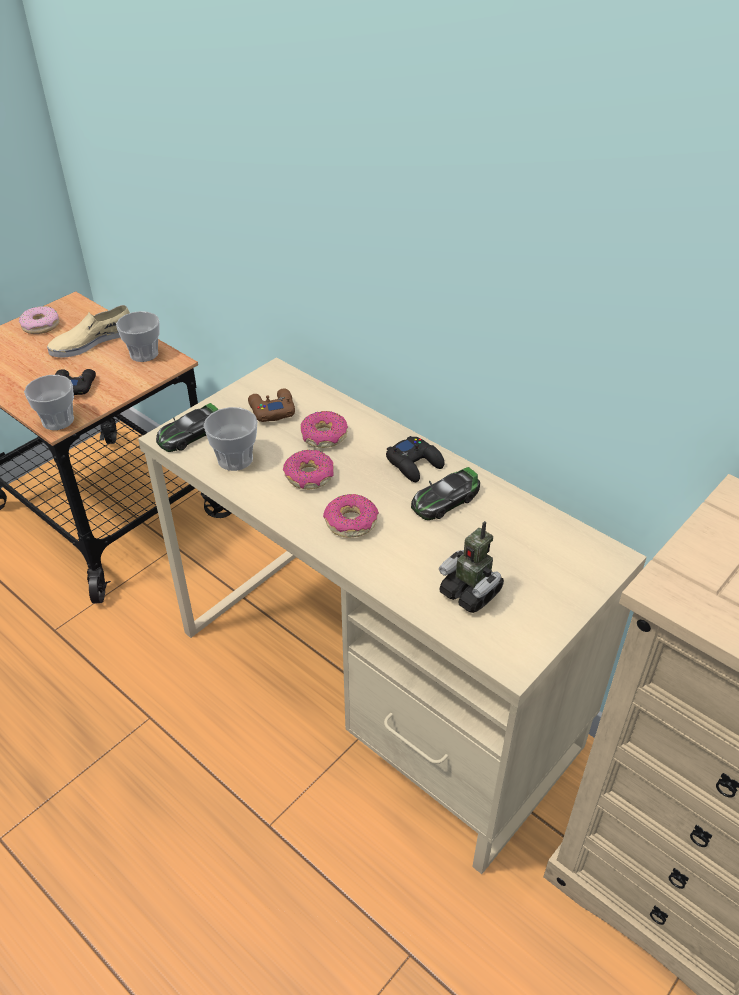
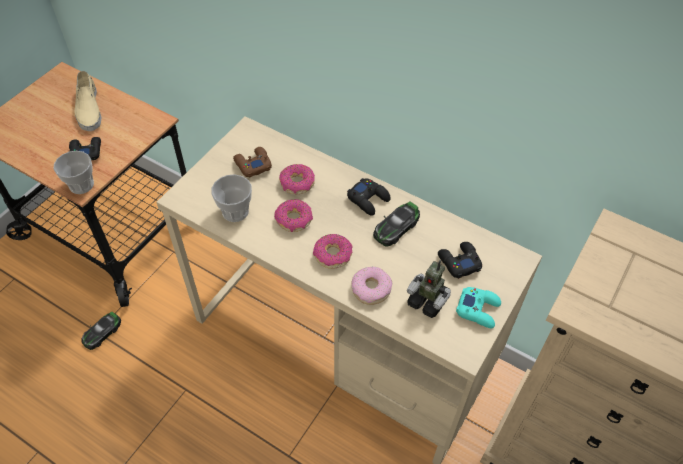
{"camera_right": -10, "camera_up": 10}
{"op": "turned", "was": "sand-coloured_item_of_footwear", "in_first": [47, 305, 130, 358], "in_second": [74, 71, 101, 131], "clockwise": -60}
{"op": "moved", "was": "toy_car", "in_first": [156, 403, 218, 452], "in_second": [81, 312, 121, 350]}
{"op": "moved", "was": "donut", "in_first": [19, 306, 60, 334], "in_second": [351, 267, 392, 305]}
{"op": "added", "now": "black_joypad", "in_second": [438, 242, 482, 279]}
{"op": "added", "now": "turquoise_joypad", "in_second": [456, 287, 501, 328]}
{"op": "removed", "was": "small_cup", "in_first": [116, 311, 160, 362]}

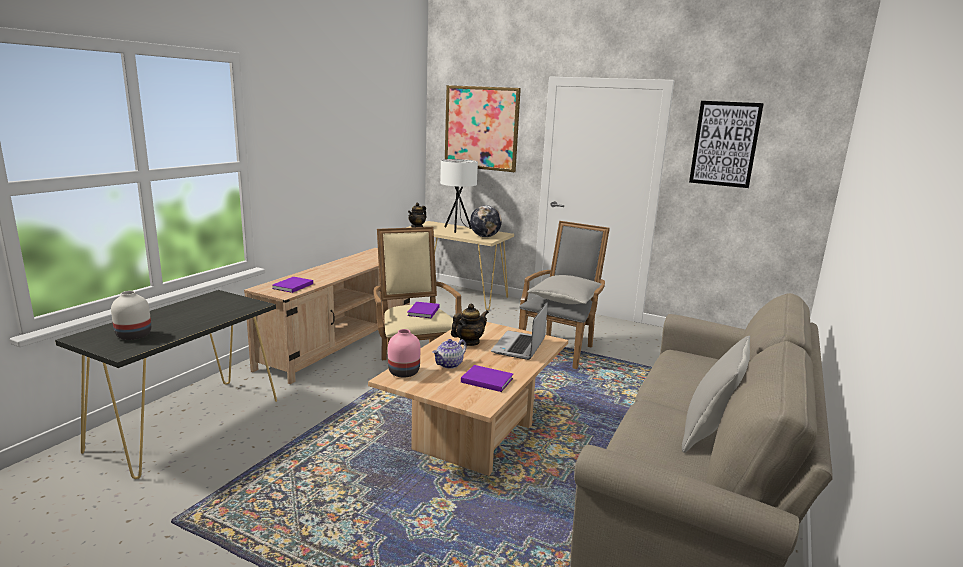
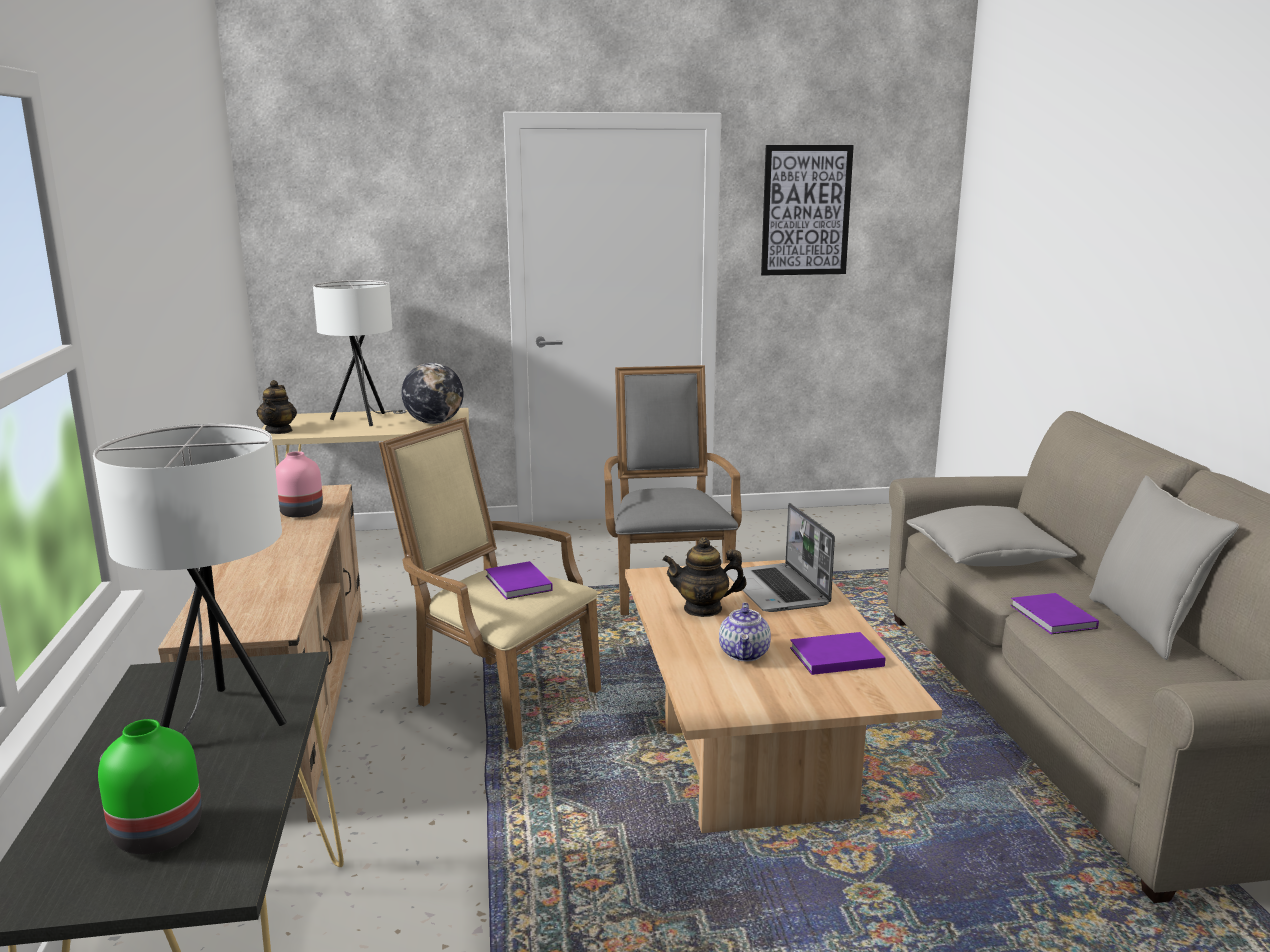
{"camera_right": -35, "camera_up": 0}
{"op": "added", "now": "whitish_lamp_for_a_table", "in_second": [93, 424, 287, 760]}
{"op": "recoloured", "was": "whitish_flower_vase", "now": "green-coloured_flower_vase", "in_first": [111, 291, 151, 340], "in_second": [98, 719, 202, 854]}
{"op": "moved", "was": "pink-coloured_flower_vase", "in_first": [388, 329, 420, 378], "in_second": [275, 451, 323, 518]}
{"op": "turned", "was": "teapot", "in_first": [451, 303, 489, 346], "in_second": [662, 537, 747, 617], "clockwise": -105}
{"op": "moved", "was": "greyish_throw_pillow", "in_first": [527, 275, 601, 304], "in_second": [907, 506, 1077, 566]}
{"op": "moved", "was": "purplish_bound_book", "in_first": [272, 277, 313, 293], "in_second": [1010, 593, 1099, 634]}
{"op": "removed", "was": "wall_art", "in_first": [445, 85, 521, 172]}

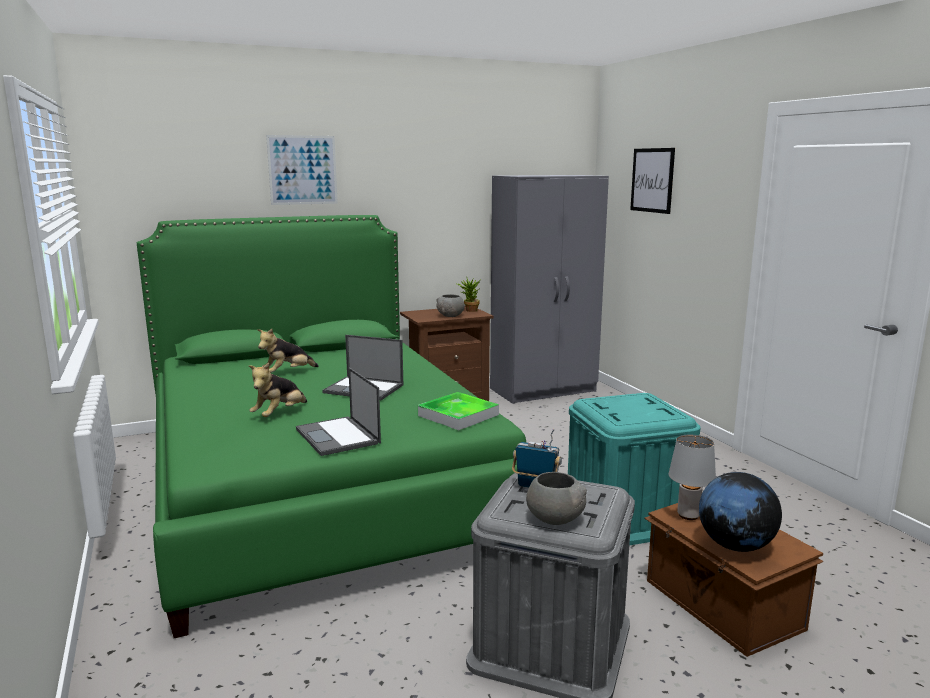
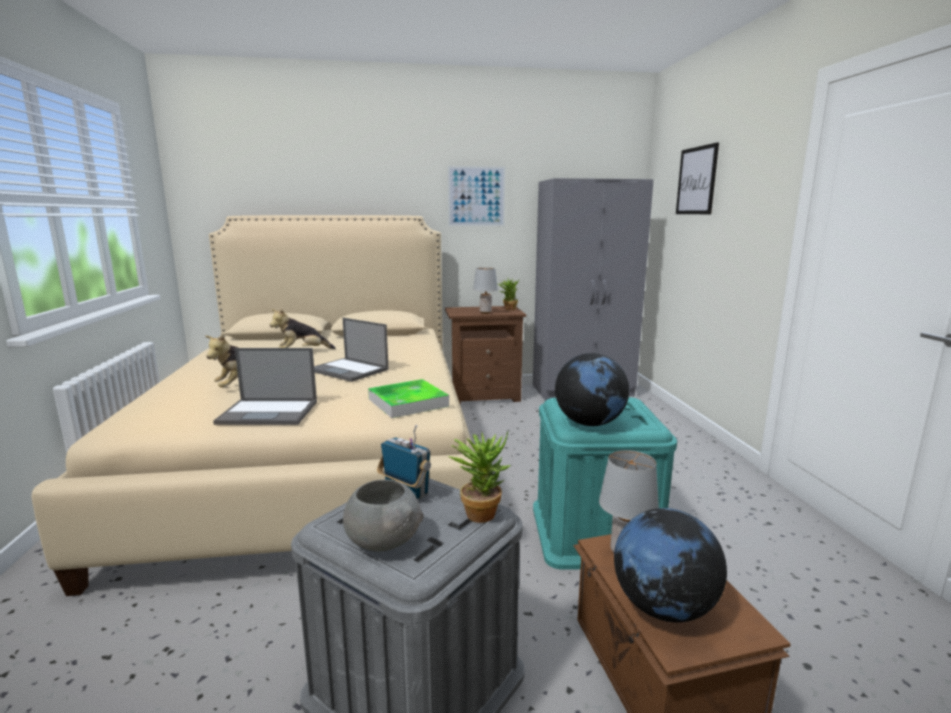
{"camera_right": 15, "camera_up": 0}
{"op": "recoloured", "was": "green-coloured_sleeping_bed", "now": "sand-coloured_sleeping_bed", "in_first": [137, 215, 526, 638], "in_second": [32, 215, 479, 596]}
{"op": "turned", "was": "portable_computer", "in_first": [296, 367, 381, 456], "in_second": [213, 348, 317, 425], "clockwise": -75}
{"op": "moved", "was": "wall_art", "in_first": [266, 135, 338, 205], "in_second": [448, 166, 505, 226]}
{"op": "added", "now": "houseplant", "in_second": [448, 432, 511, 523]}
{"op": "replaced", "was": "greyish_deep_dish", "now": "greyish_lamp_for_a_table", "in_first": [436, 294, 465, 317], "in_second": [473, 268, 498, 314]}
{"op": "added", "now": "globe", "in_second": [555, 353, 629, 426]}

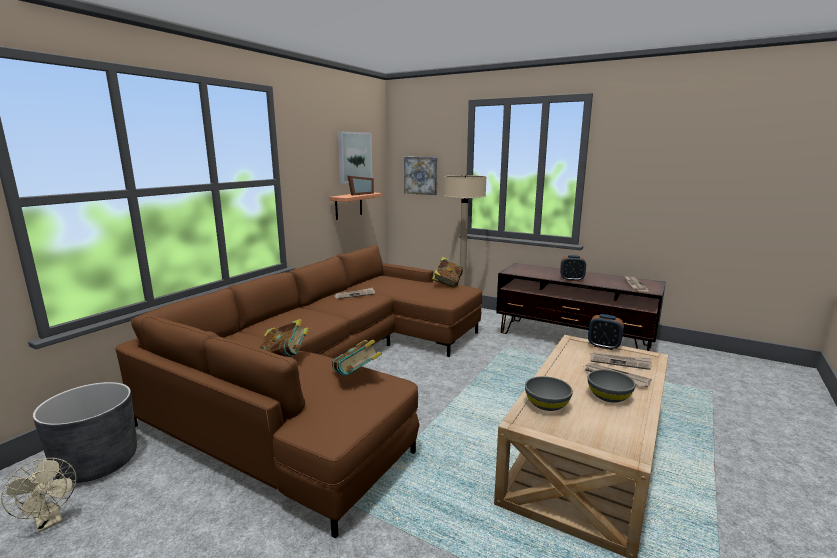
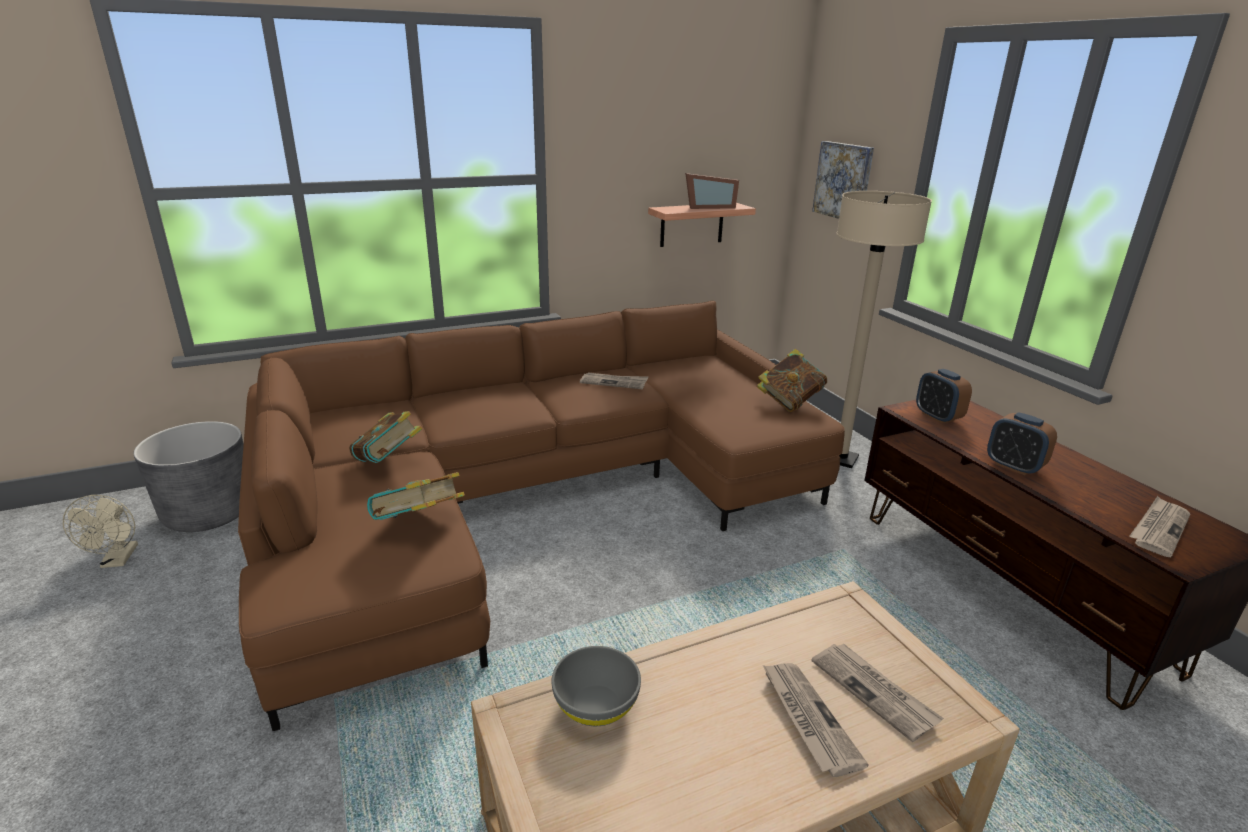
{"camera_right": 35, "camera_up": 10}
{"op": "moved", "was": "table_clock", "in_first": [588, 314, 624, 350], "in_second": [916, 369, 972, 424]}
{"op": "removed", "was": "wall_art", "in_first": [338, 131, 373, 184]}
{"op": "removed", "was": "greyish_deep_dish", "in_first": [588, 370, 636, 403]}

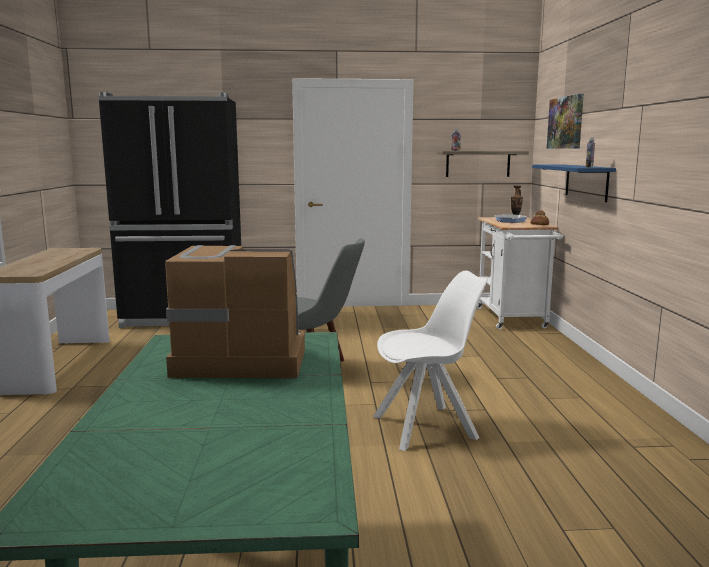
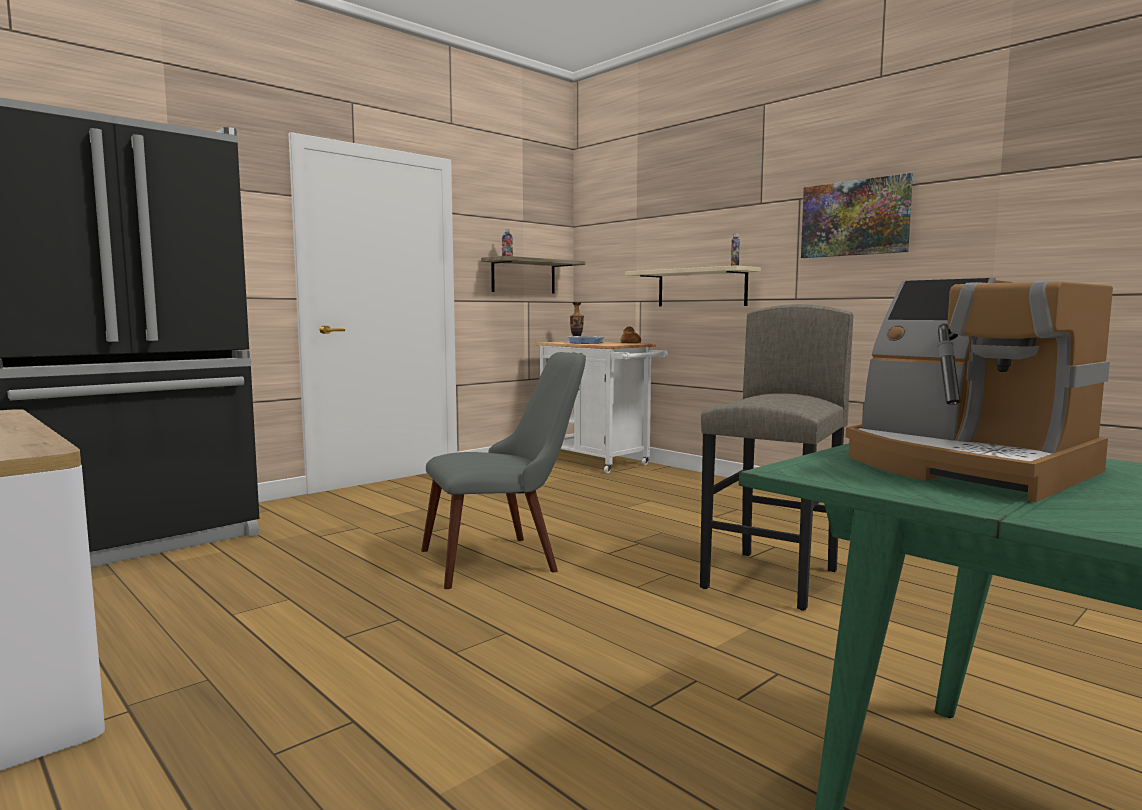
{"camera_right": -40, "camera_up": -5}
{"op": "recoloured", "was": "blue_shelf", "now": "sand-coloured_shelf", "in_first": [532, 165, 616, 202], "in_second": [625, 265, 761, 307]}
{"op": "replaced", "was": "whitish_chair", "now": "greyish_sitting_stool", "in_first": [373, 271, 488, 451], "in_second": [700, 304, 853, 611]}
{"op": "moved", "was": "wall_art", "in_first": [547, 94, 584, 149], "in_second": [801, 173, 913, 258]}
{"op": "turned", "was": "coffee_maker", "in_first": [165, 245, 305, 378], "in_second": [846, 278, 1113, 502], "clockwise": -90}

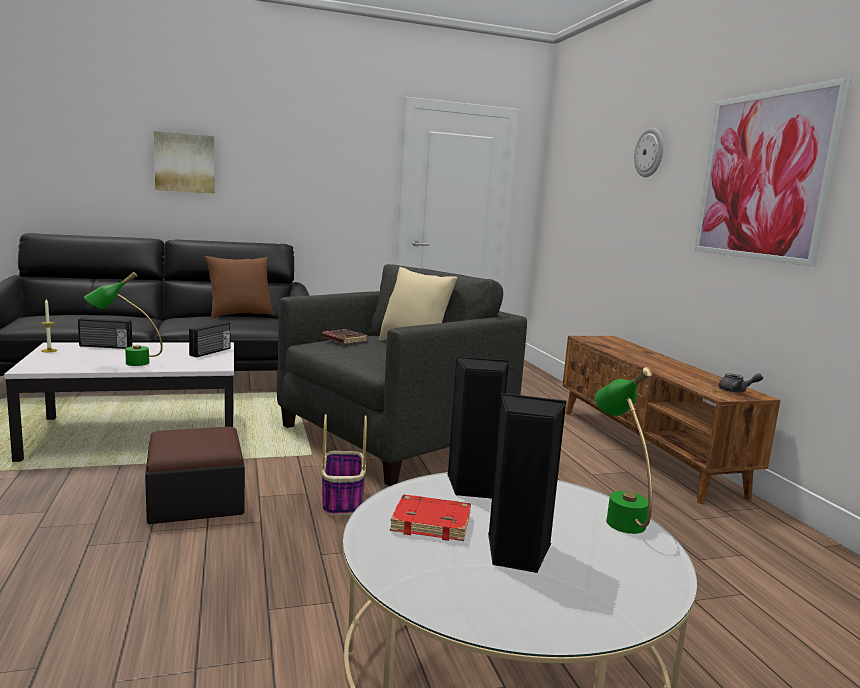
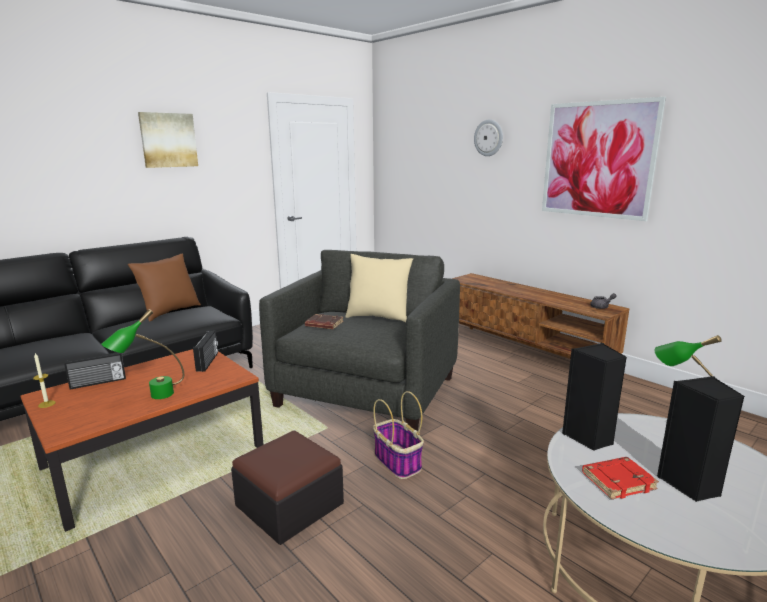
{"camera_right": -25, "camera_up": 5}
{"op": "recoloured", "was": "whitish_low_table", "now": "brownish_low_table", "in_first": [4, 342, 234, 462], "in_second": [21, 349, 264, 532]}
{"op": "moved", "was": "wall_art", "in_first": [154, 131, 215, 194], "in_second": [138, 112, 198, 168]}

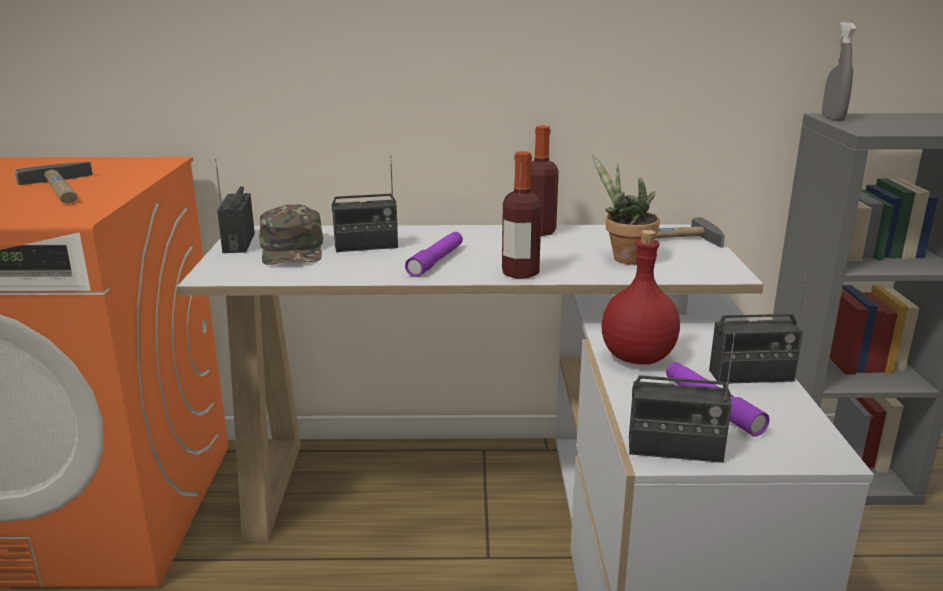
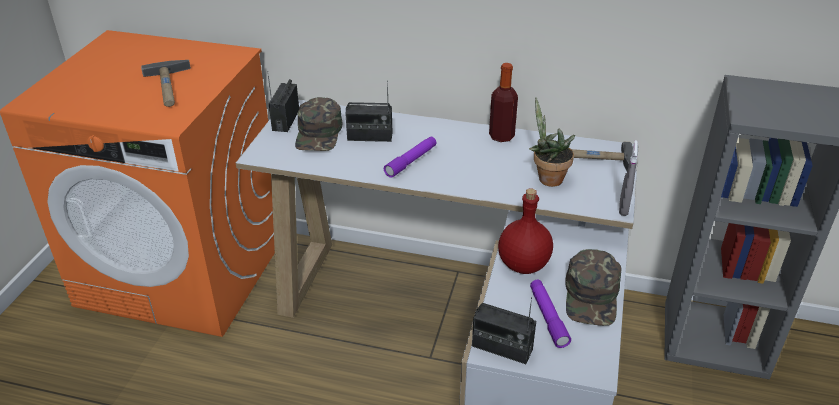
{"camera_right": 15, "camera_up": 15}
{"op": "replaced", "was": "radio_receiver", "now": "green-coloured_baseball_cap", "in_first": [709, 270, 807, 384], "in_second": [565, 249, 621, 326]}
{"op": "moved", "was": "greyish_sprayer", "in_first": [822, 22, 857, 121], "in_second": [619, 140, 638, 216]}
{"op": "removed", "was": "drink_bottle", "in_first": [502, 151, 542, 278]}

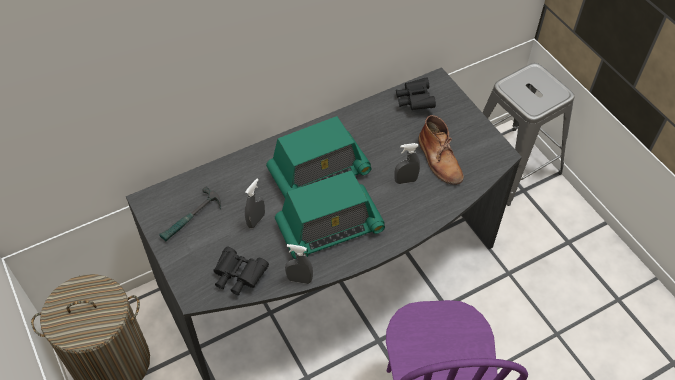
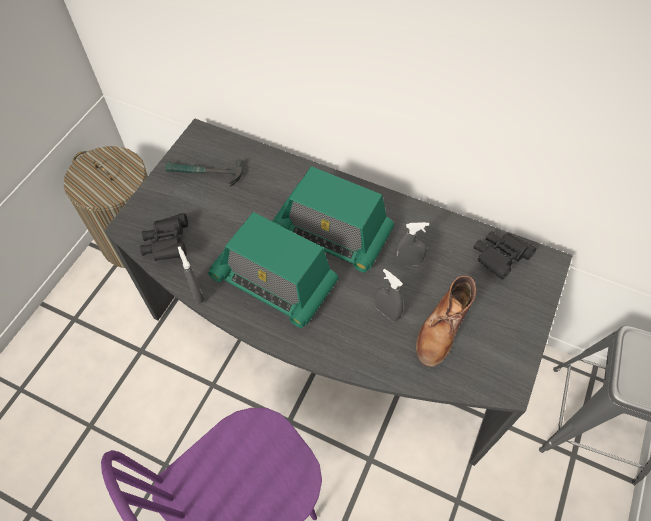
{"camera_right": 55, "camera_up": 5}
{"op": "moved", "was": "greyish_sprayer", "in_first": [245, 178, 265, 228], "in_second": [394, 222, 429, 266]}

